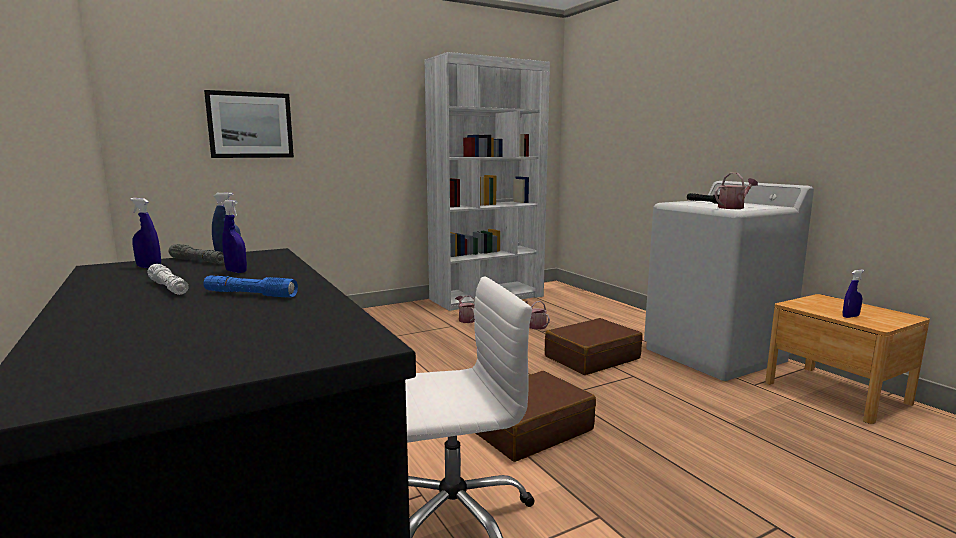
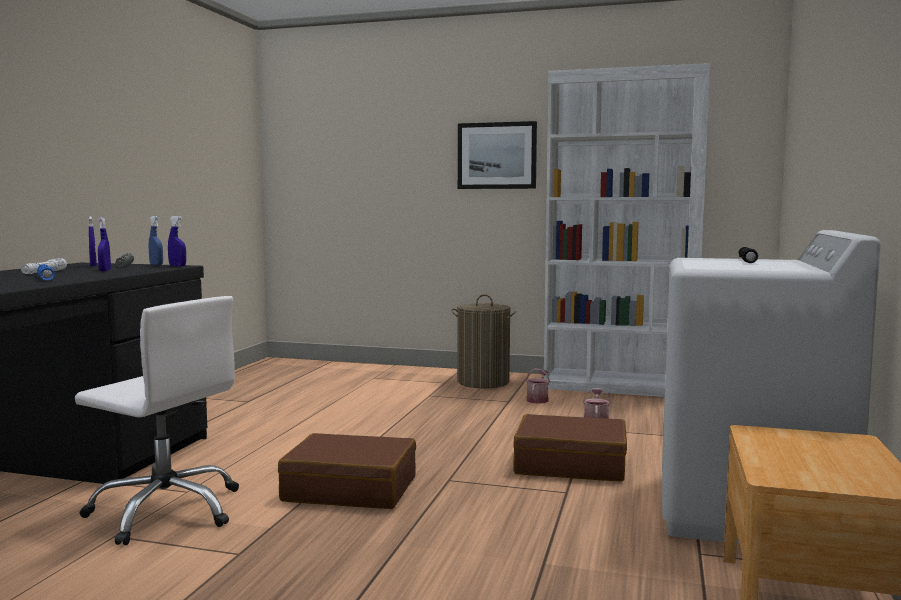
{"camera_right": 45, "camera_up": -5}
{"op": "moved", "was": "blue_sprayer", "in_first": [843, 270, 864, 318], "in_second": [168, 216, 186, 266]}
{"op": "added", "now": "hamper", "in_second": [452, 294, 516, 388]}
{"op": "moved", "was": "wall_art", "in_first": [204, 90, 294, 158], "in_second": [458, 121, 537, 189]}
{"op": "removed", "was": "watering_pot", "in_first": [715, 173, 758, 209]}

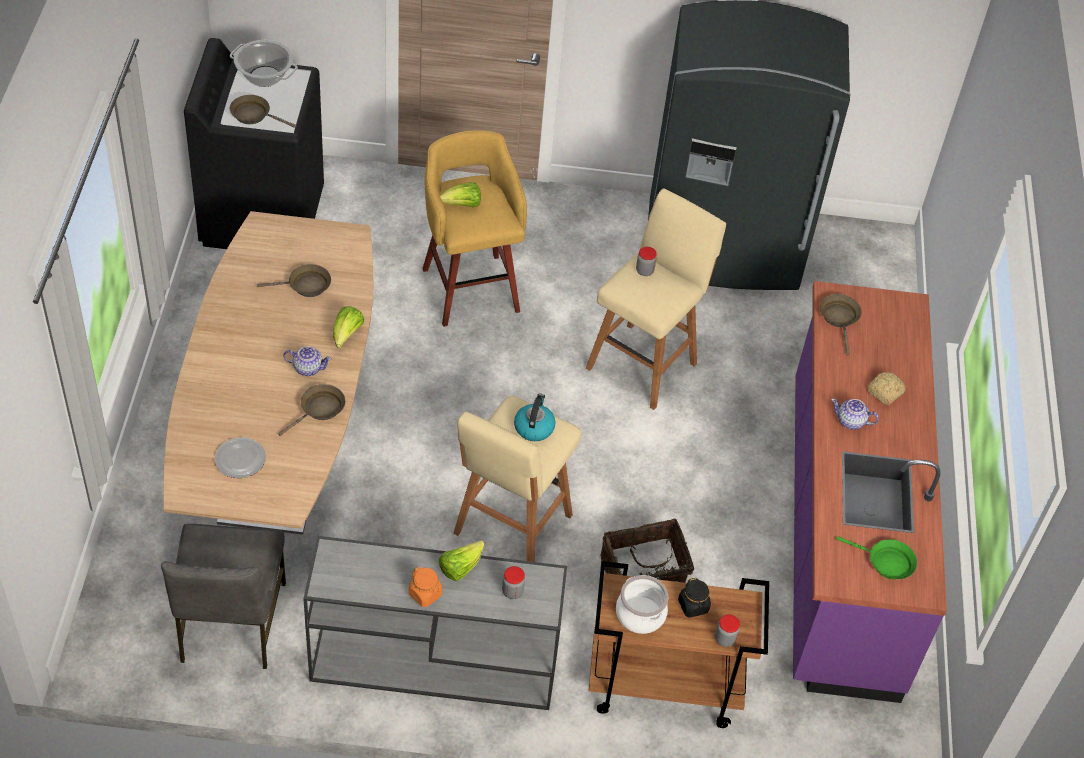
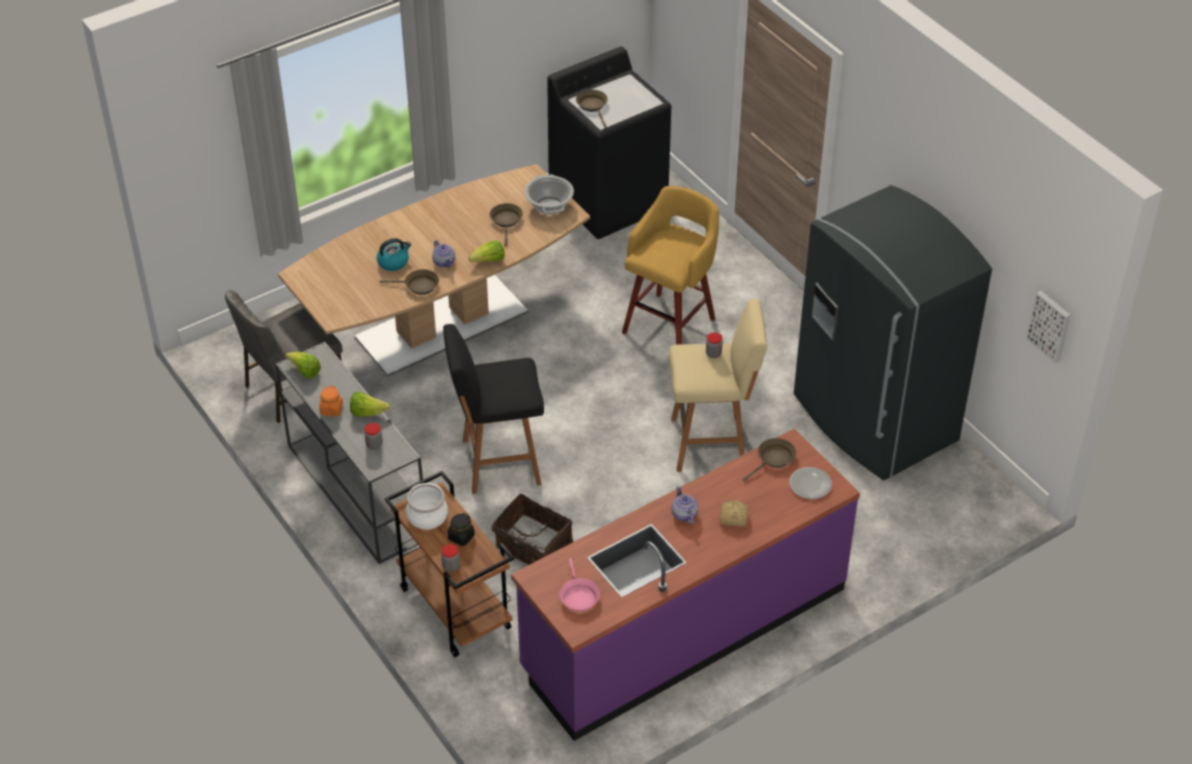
{"camera_right": 55, "camera_up": -5}
{"op": "moved", "was": "head_of_lettuce", "in_first": [440, 182, 481, 207], "in_second": [285, 352, 321, 379]}
{"op": "moved", "was": "tea_kettle", "in_first": [514, 394, 556, 441], "in_second": [377, 238, 411, 271]}
{"op": "recoloured", "was": "sand-coloured_sitting_stool", "now": "black_sitting_stool", "in_first": [453, 396, 581, 562], "in_second": [443, 324, 544, 494]}
{"op": "turned", "was": "brownish_frying_pan", "in_first": [257, 264, 331, 297], "in_second": [490, 203, 523, 246], "clockwise": -135}
{"op": "moved", "was": "stockpot", "in_first": [230, 40, 298, 87], "in_second": [524, 174, 574, 215]}
{"op": "recoloured", "was": "green-coloured_frying_pan", "now": "pink-coloured_frying_pan", "in_first": [836, 536, 917, 579], "in_second": [560, 558, 600, 611]}
{"op": "moved", "was": "flat_dish", "in_first": [214, 437, 266, 478], "in_second": [789, 467, 832, 499]}
{"op": "added", "now": "wall_art", "in_second": [1026, 291, 1071, 364]}

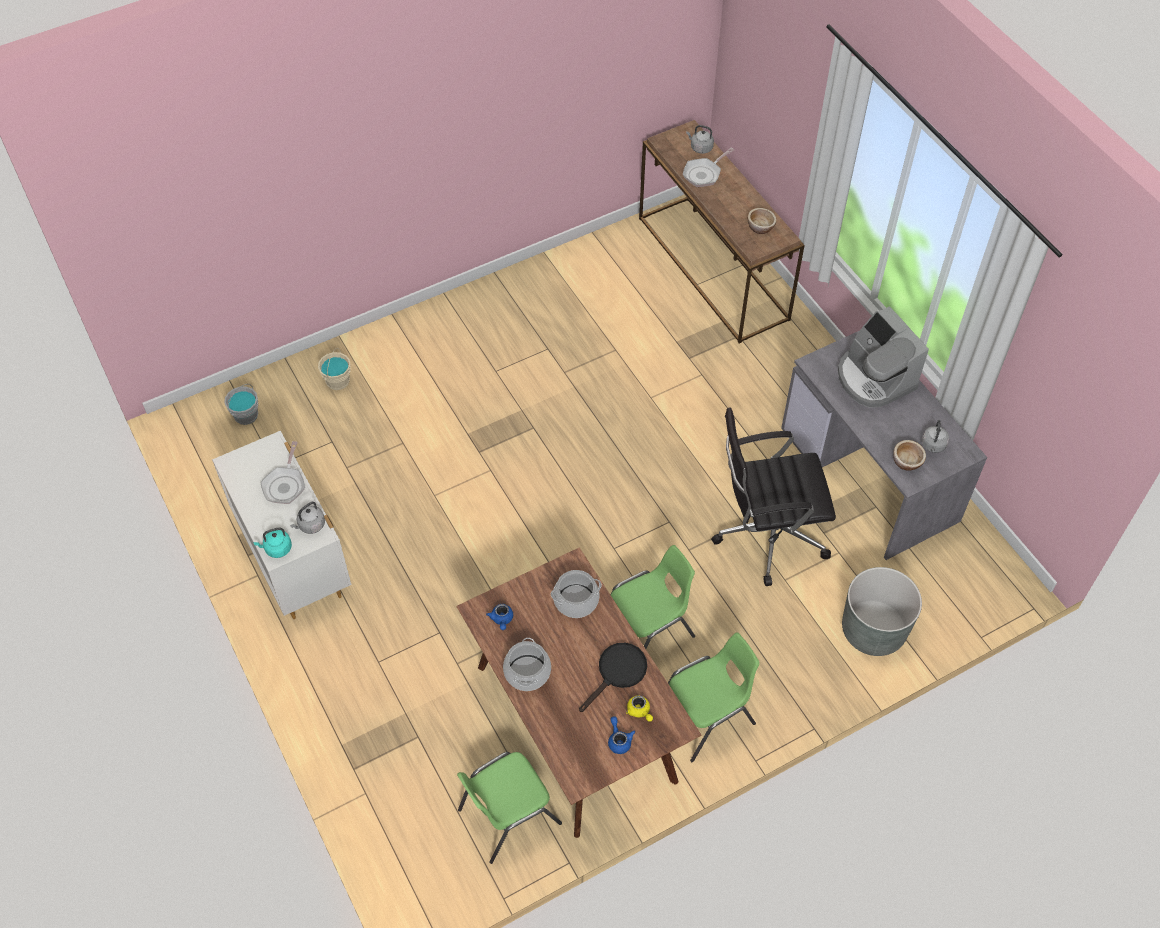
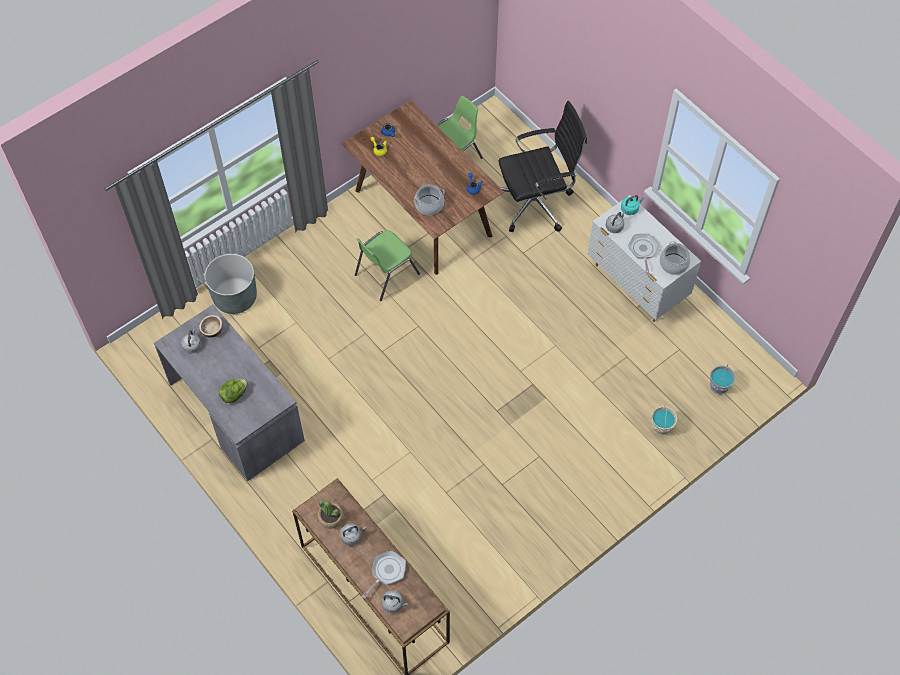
{"camera_right": 170, "camera_up": 5}
{"op": "replaced", "was": "coffee_maker", "now": "head_of_lettuce", "in_first": [838, 306, 929, 408], "in_second": [219, 379, 248, 403]}
{"op": "replaced", "was": "deep_dish", "now": "houseplant", "in_first": [748, 208, 777, 234], "in_second": [318, 501, 344, 529]}
{"op": "added", "now": "greyish_tea_kettle", "in_second": [340, 524, 366, 546]}
{"op": "moved", "was": "black_desk_chair", "in_first": [711, 407, 836, 586], "in_second": [498, 101, 587, 232]}
{"op": "moved", "was": "stockpot", "in_first": [503, 638, 551, 691], "in_second": [659, 241, 691, 275]}
{"op": "removed", "was": "black_frying_pan", "in_first": [579, 643, 647, 712]}
{"op": "removed", "was": "green-coloured_chair", "in_first": [668, 632, 759, 762]}

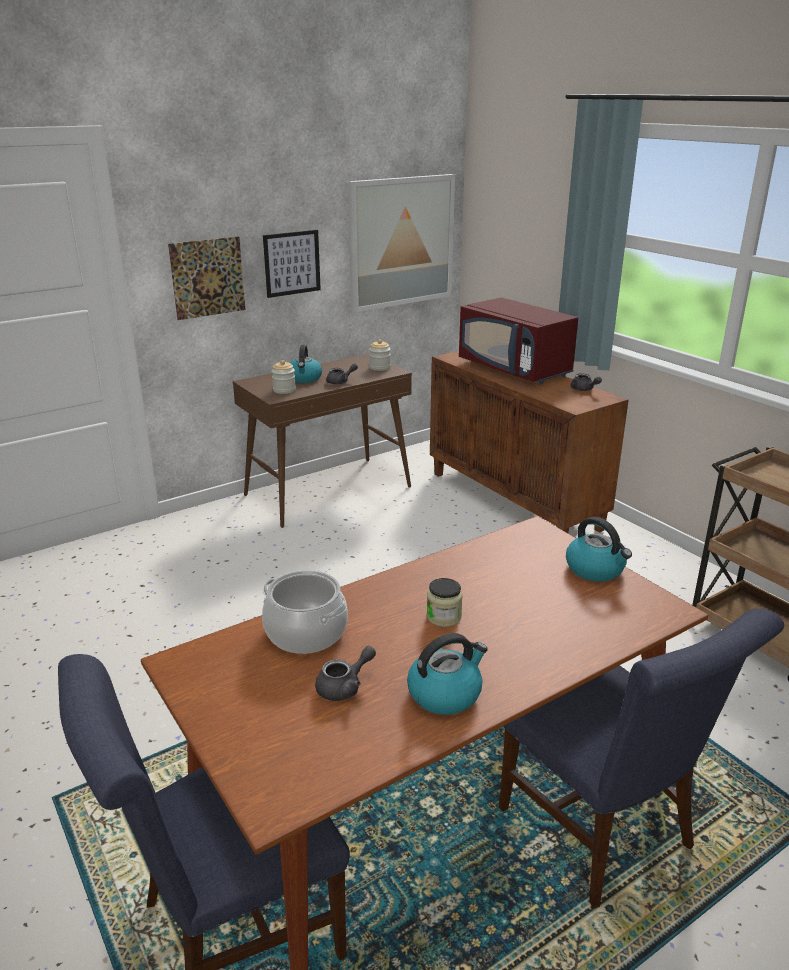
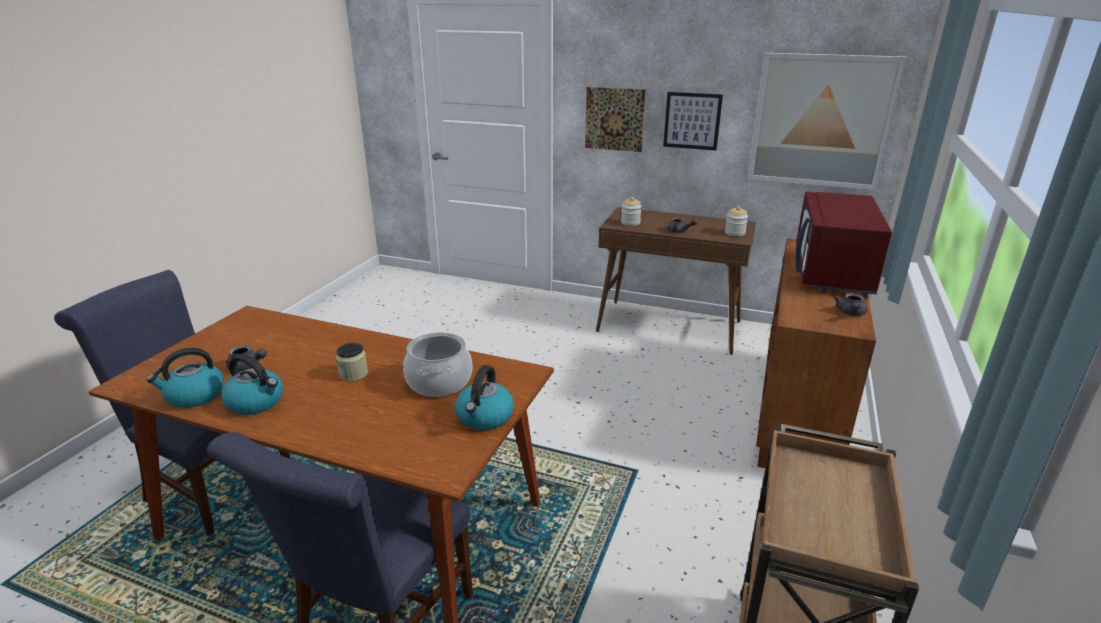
{"camera_right": 55, "camera_up": 0}
{"op": "moved", "was": "tea_kettle", "in_first": [290, 345, 322, 383], "in_second": [147, 348, 224, 408]}
{"op": "moved", "was": "stockpot", "in_first": [262, 570, 348, 654], "in_second": [403, 332, 473, 397]}

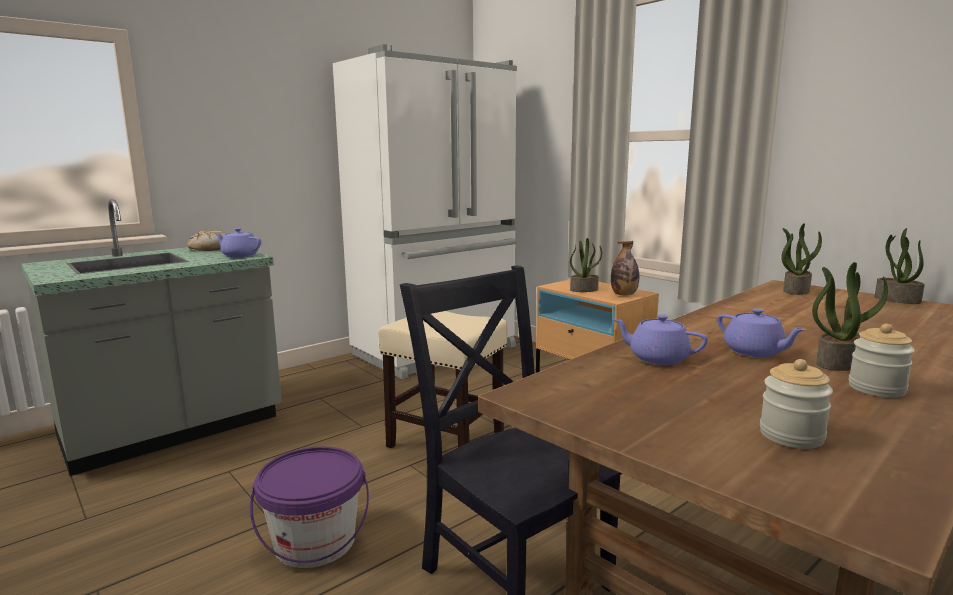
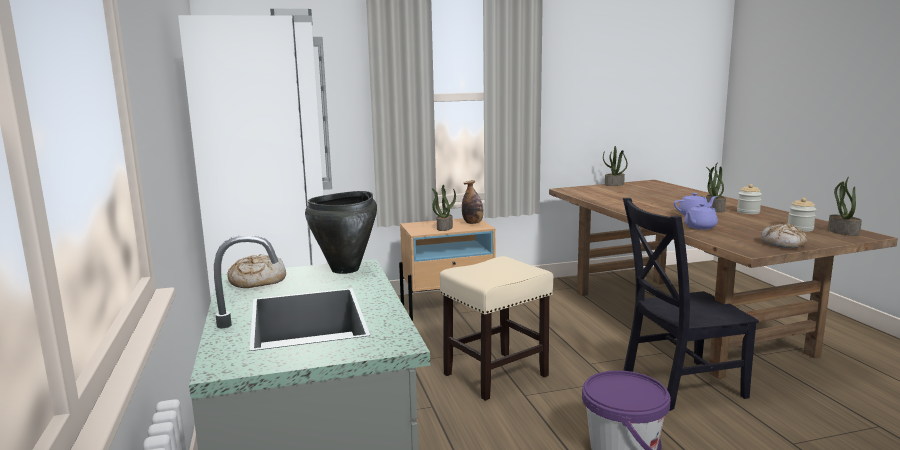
{"camera_right": -65, "camera_up": 0}
{"op": "replaced", "was": "purplish_teapot", "now": "black_stockpot", "in_first": [215, 228, 261, 257], "in_second": [305, 191, 377, 274]}
{"op": "added", "now": "bakery_bread", "in_second": [761, 224, 807, 248]}
{"op": "moved", "was": "houseplant", "in_first": [781, 223, 822, 295], "in_second": [828, 177, 862, 236]}

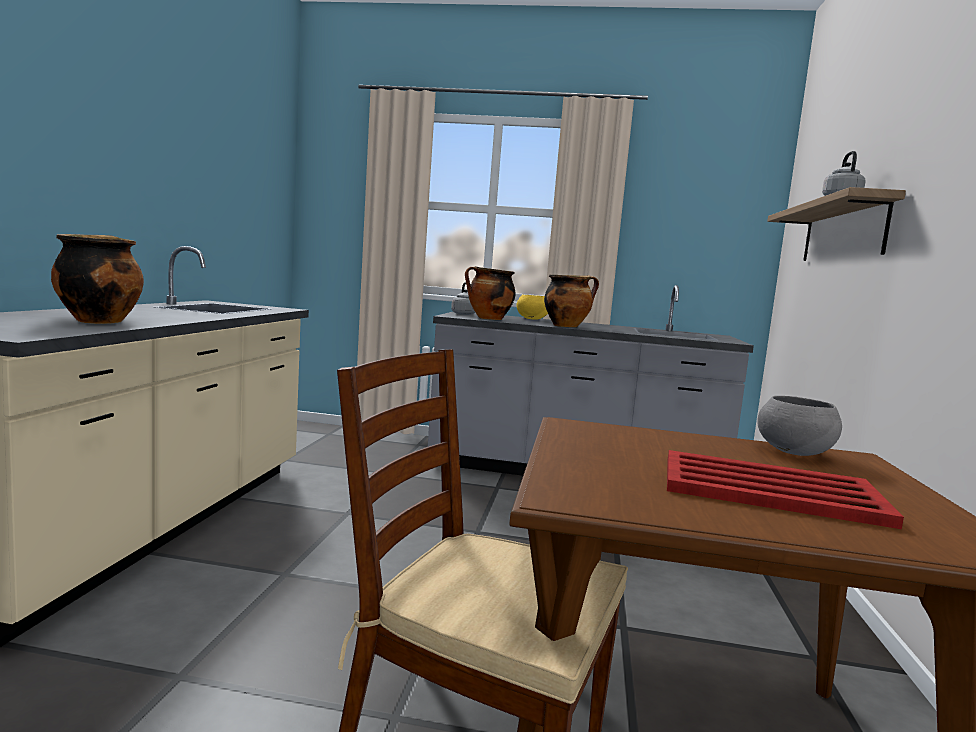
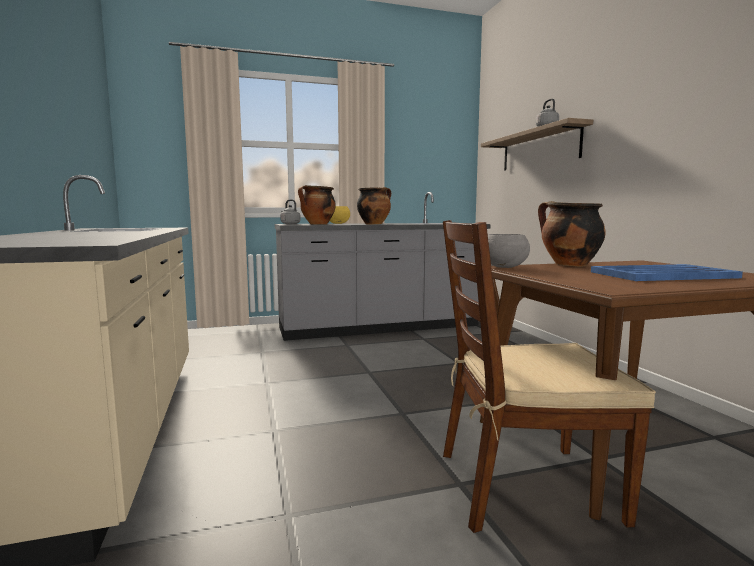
{"camera_right": -25, "camera_up": 0}
{"op": "moved", "was": "greyish_deep_dish", "in_first": [757, 396, 842, 456], "in_second": [488, 234, 530, 268]}
{"op": "moved", "was": "stockpot", "in_first": [51, 234, 144, 324], "in_second": [538, 201, 606, 267]}
{"op": "recoloured", "was": "reddish_serving_tray", "now": "blue_serving_tray", "in_first": [667, 450, 904, 529], "in_second": [591, 264, 743, 281]}

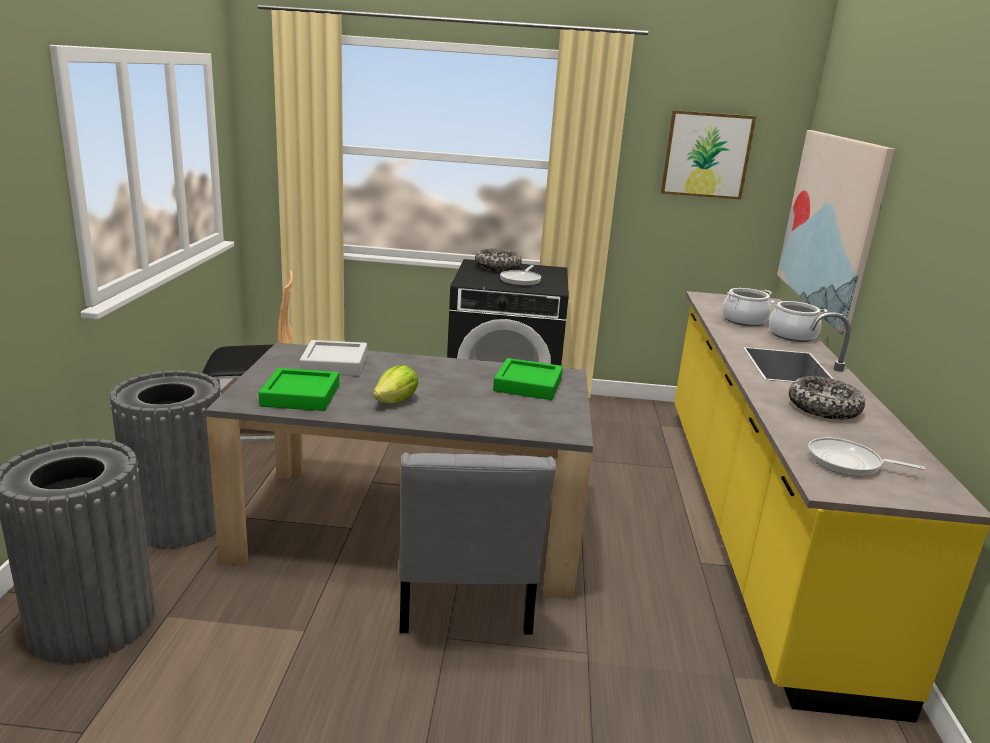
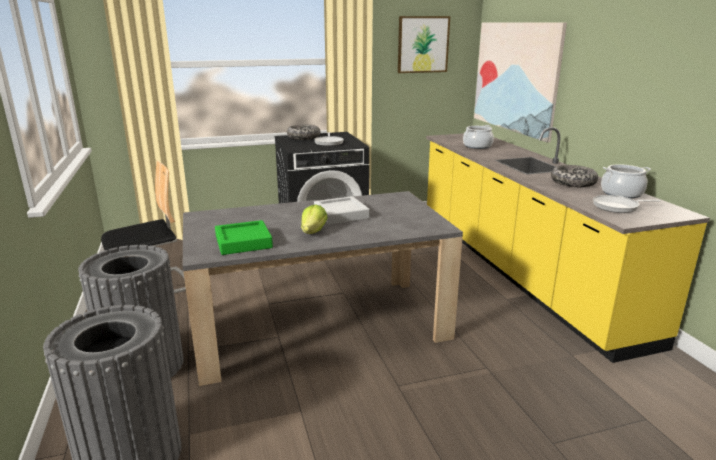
{"camera_right": -20, "camera_up": 0}
{"op": "moved", "was": "greyish_serving_tray", "in_first": [299, 340, 367, 376], "in_second": [314, 196, 370, 225]}
{"op": "moved", "was": "stockpot", "in_first": [769, 301, 827, 342], "in_second": [601, 164, 651, 199]}
{"op": "removed", "was": "greyish_chair", "in_first": [399, 452, 556, 634]}
{"op": "removed", "was": "green-coloured_serving_tray", "in_first": [493, 358, 563, 400]}

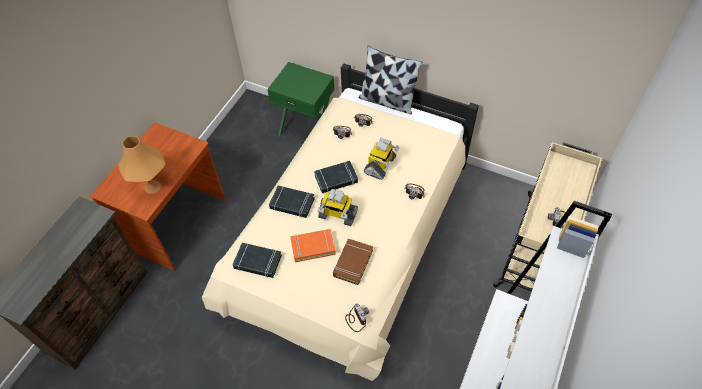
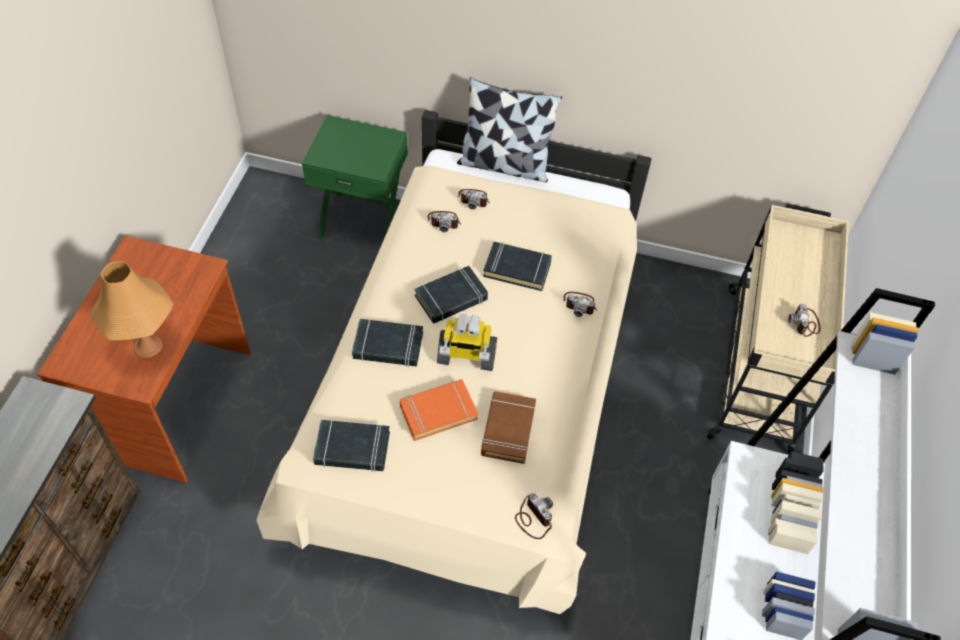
{"camera_right": -15, "camera_up": 0}
{"op": "replaced", "was": "toy_robot", "now": "black_bound_book", "in_first": [364, 138, 400, 180], "in_second": [483, 242, 552, 291]}

